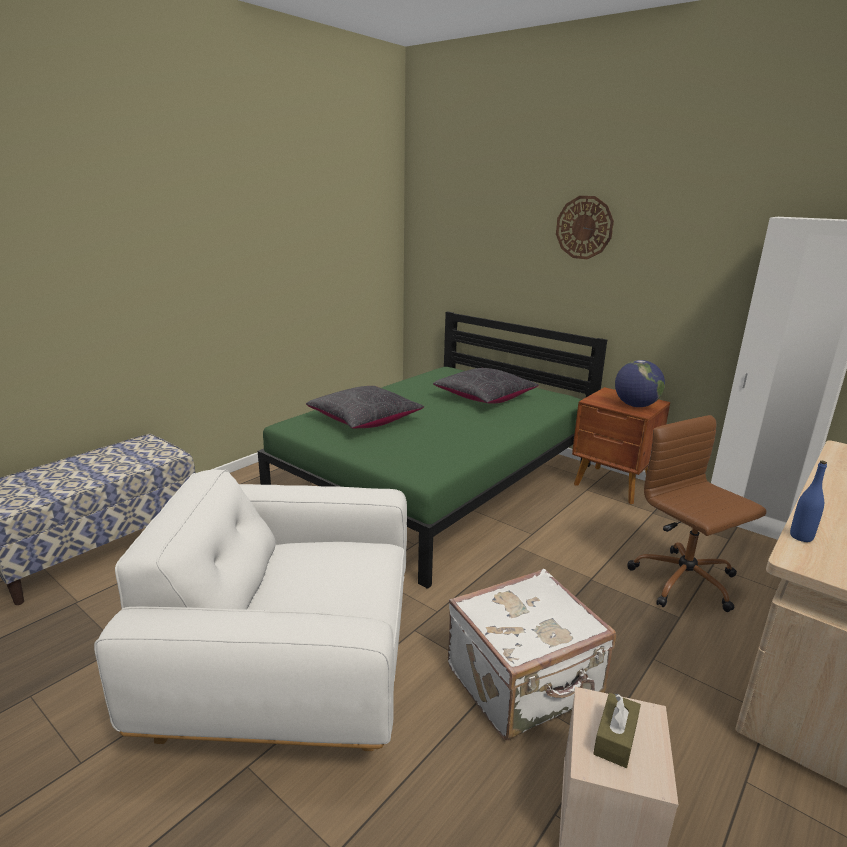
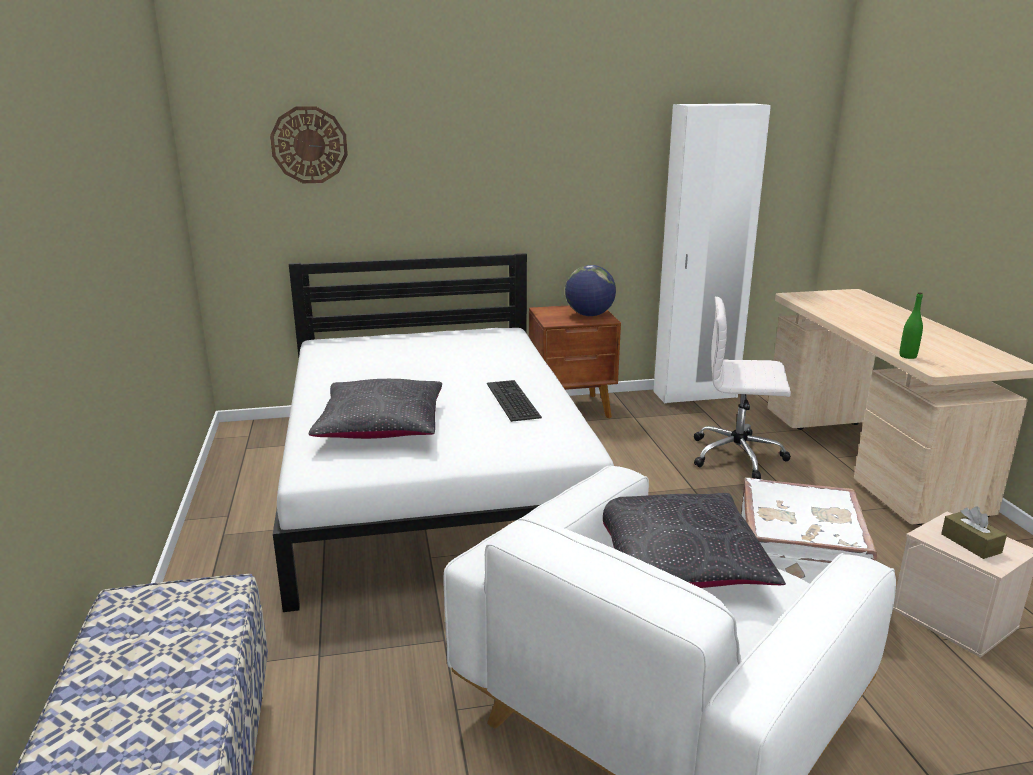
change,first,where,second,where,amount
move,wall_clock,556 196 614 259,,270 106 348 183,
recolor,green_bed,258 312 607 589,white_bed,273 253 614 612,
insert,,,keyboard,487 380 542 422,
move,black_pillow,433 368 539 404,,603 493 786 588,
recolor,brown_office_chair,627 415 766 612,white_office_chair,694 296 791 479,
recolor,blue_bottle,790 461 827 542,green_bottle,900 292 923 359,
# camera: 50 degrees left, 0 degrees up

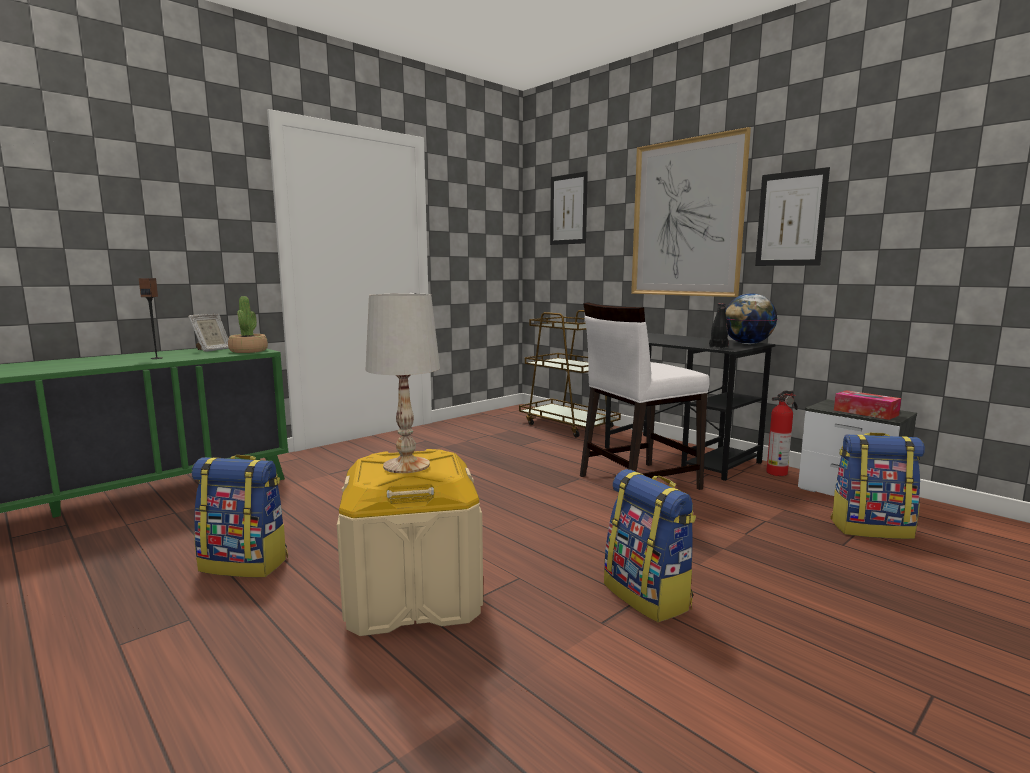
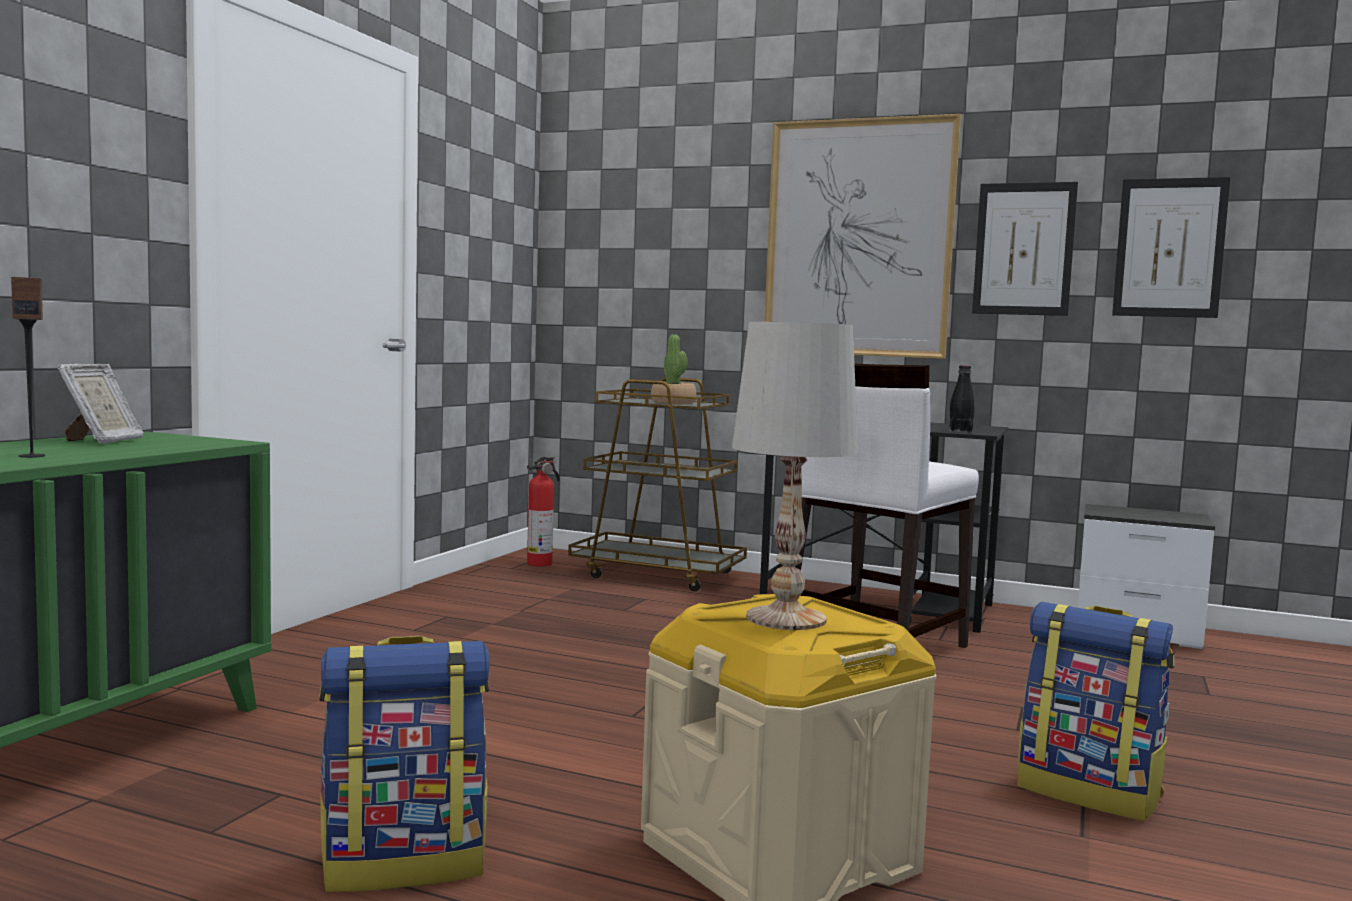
change,first,where,second,where,amount
move,fire_extinguisher,766 391 798 476,,527 457 560 567,
move,potted_plant,228 296 268 353,,651 334 696 404,
move,picture,550 171 588 245,,1112 177 1230 318,
delete,globe,725 293 777 344,,,
delete,backpack,831 432 925 539,,,
delete,tissue_box,834 390 901 420,,,
# camera: 25 degrees left, 5 degrees down

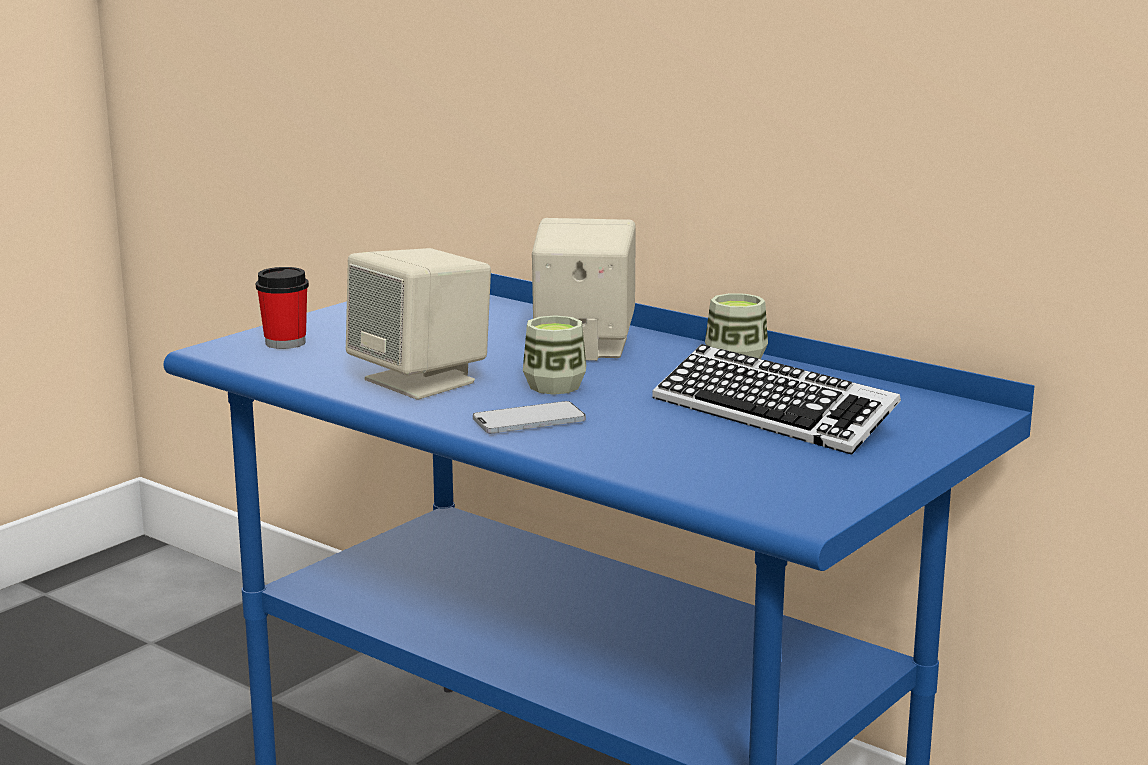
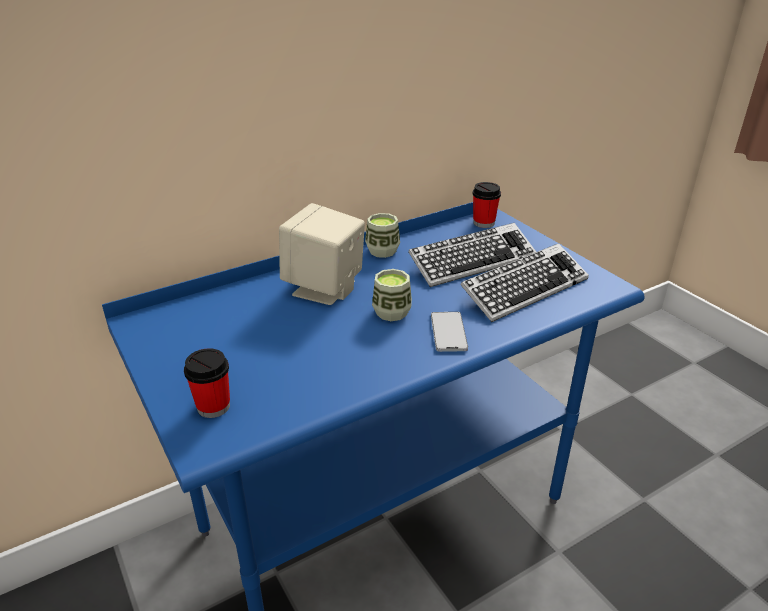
change,first,where,second,where,amount
insert,,,keyboard,461 243 589 322,
insert,,,cup,472 182 501 228,
delete,beige_speaker,346 248 491 399,,,
# camera: 70 degrees left, 15 degrees up

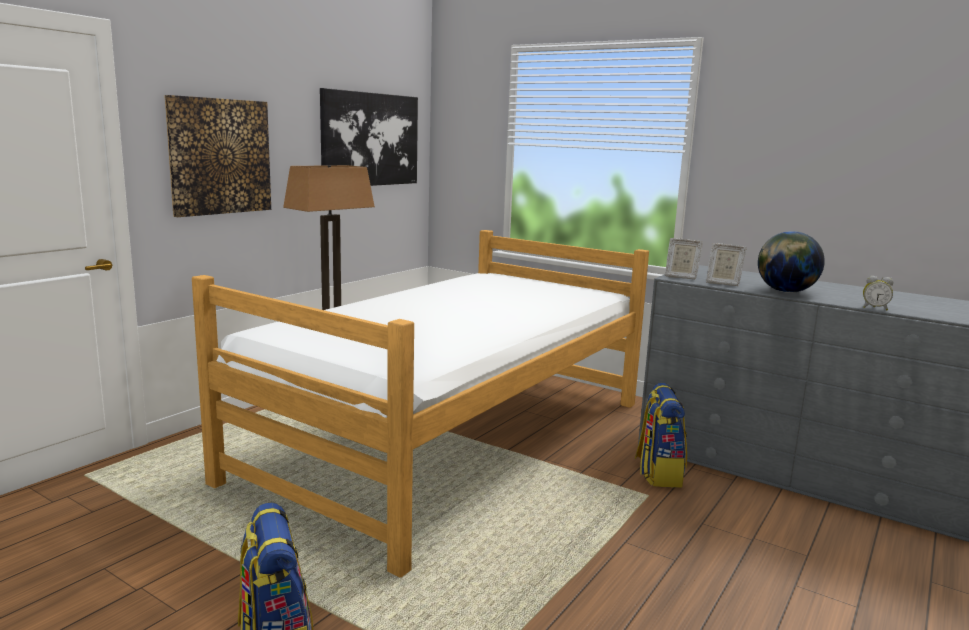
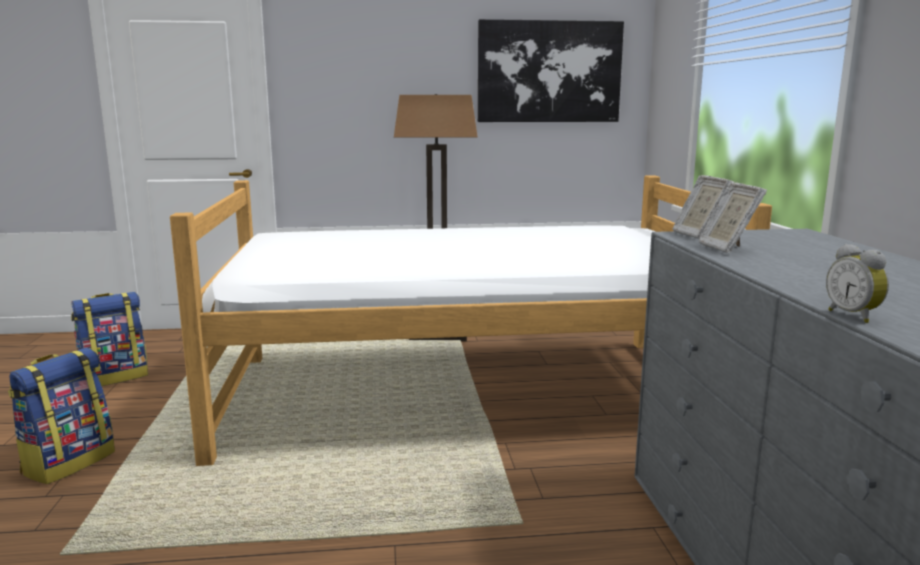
change,first,where,second,where,amount
move,backpack,635 383 687 488,,71 292 148 386,
delete,picture,164 95 271 217,,,
delete,globe,758 231 825 293,,,
# camera: 50 degrees right, 0 degrees up

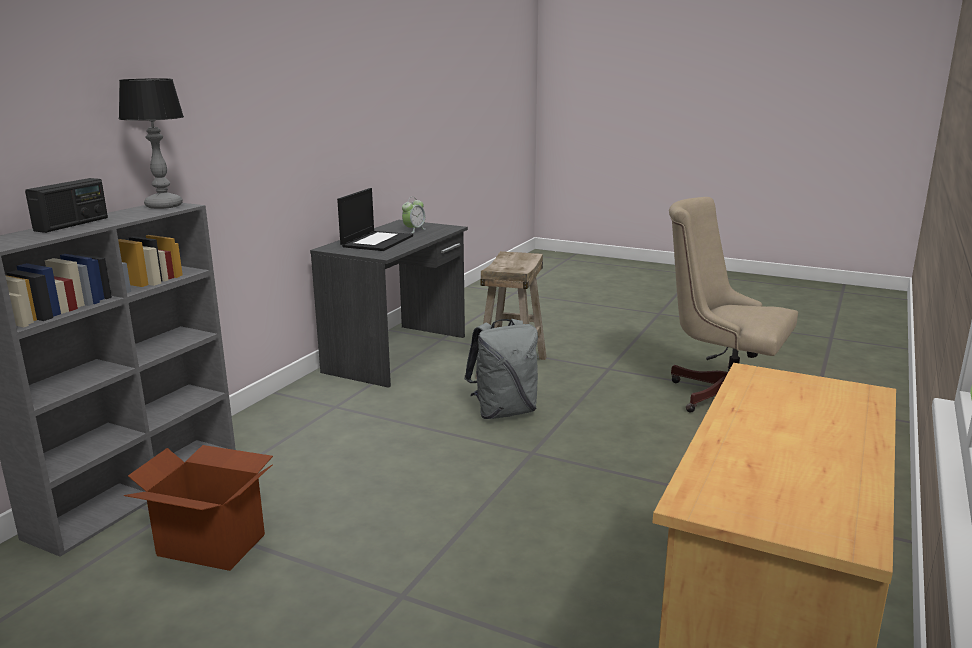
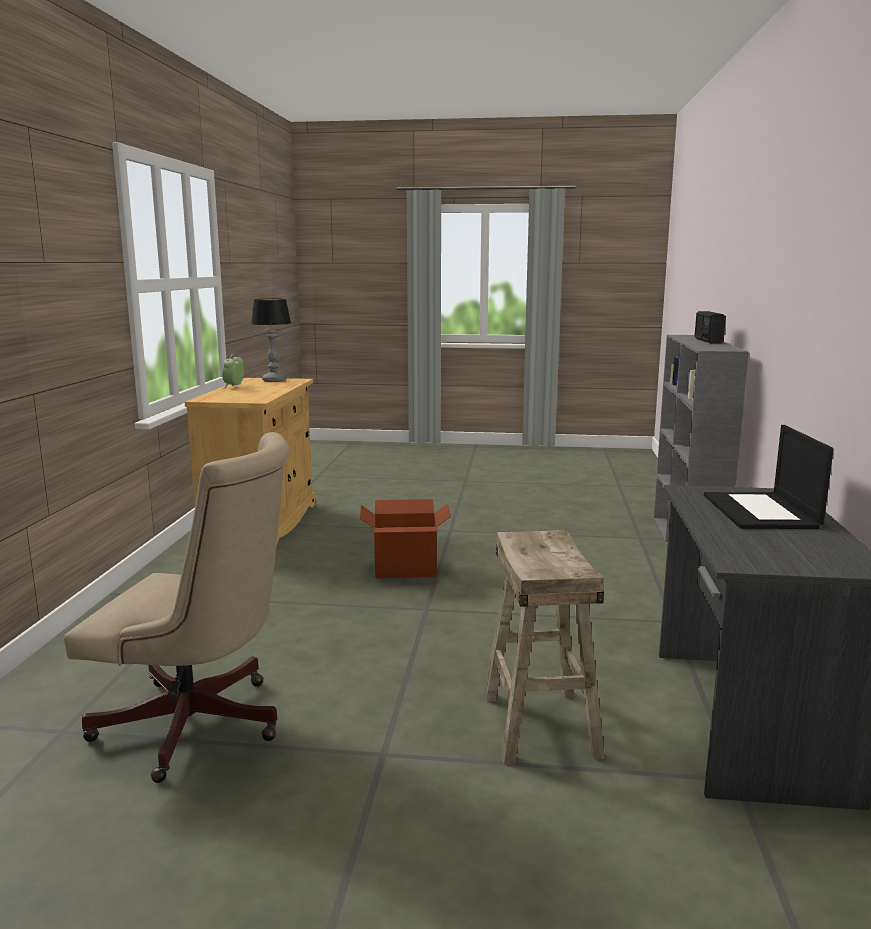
change,first,where,second,where,amount
move,alarm_clock,402 197 425 233,,222 353 244 389,
move,table_lamp,119 78 184 209,,251 299 291 382,
move,cardboard_box,124 445 273 571,,360 499 451 578,
delete,grey_backpack,464 319 538 419,,,
# camera: 160 degrees right, 5 degrees down

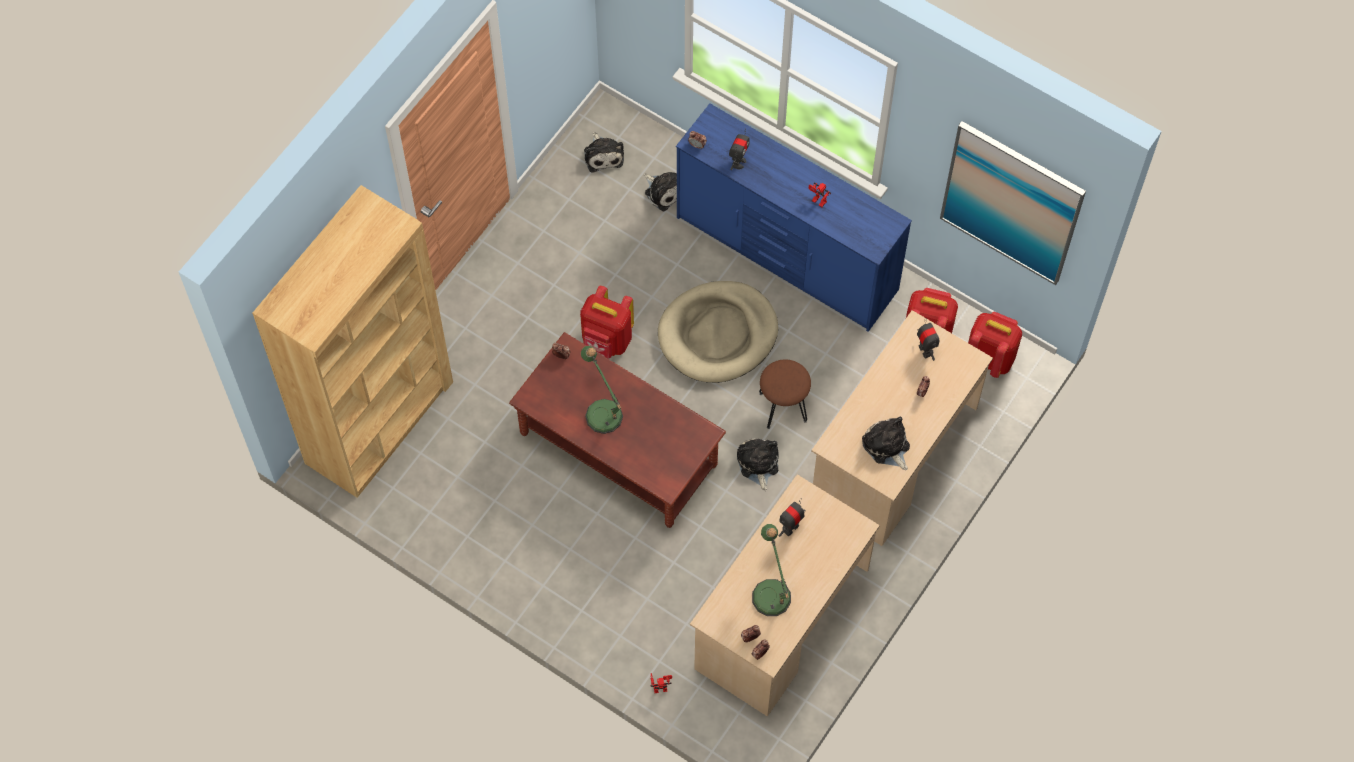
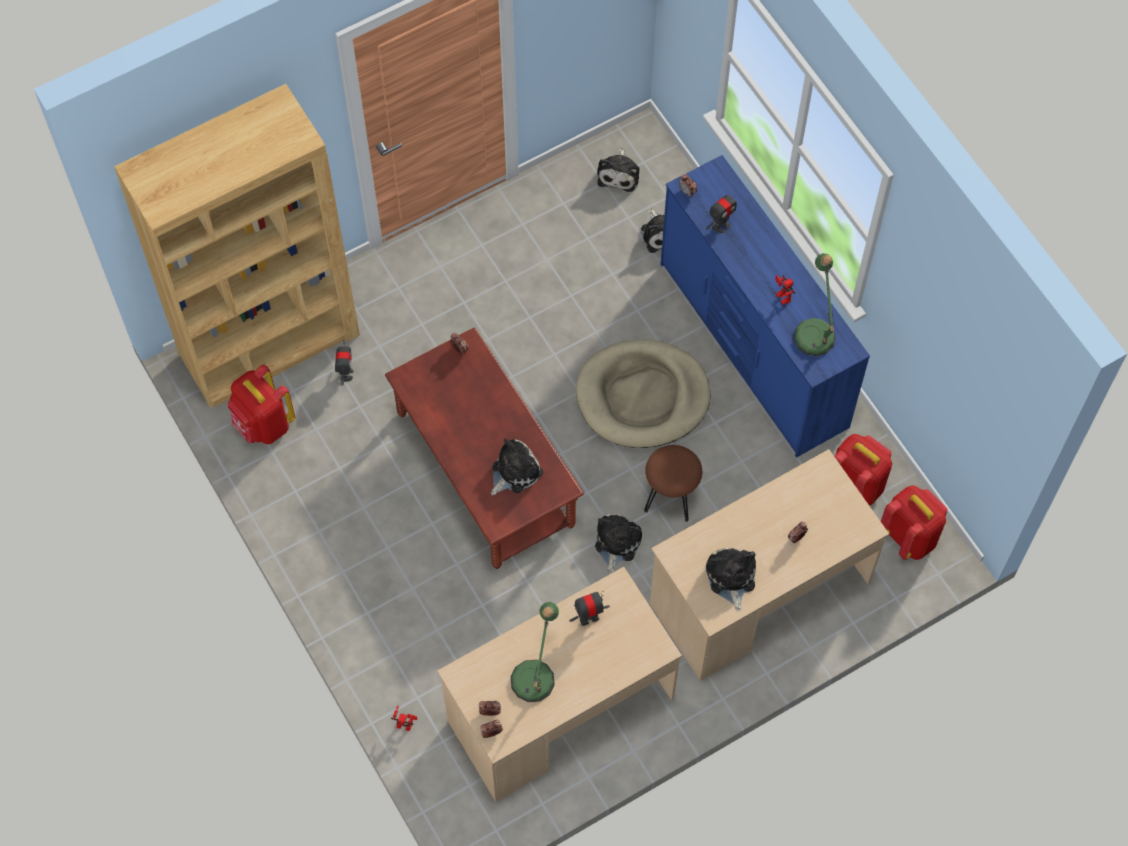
change,first,where,second,where,amount
move,red_backpack,580 286 634 359,,228 364 295 444,
move,toy_robot,917 320 939 361,,335 340 354 385,
insert,,,plush_toy,491 439 543 496,
move,table_lamp,581 346 623 434,,794 253 836 356,
delete,picture,940 121 1086 285,,,
# camera: 25 degrees right, 0 degrees up

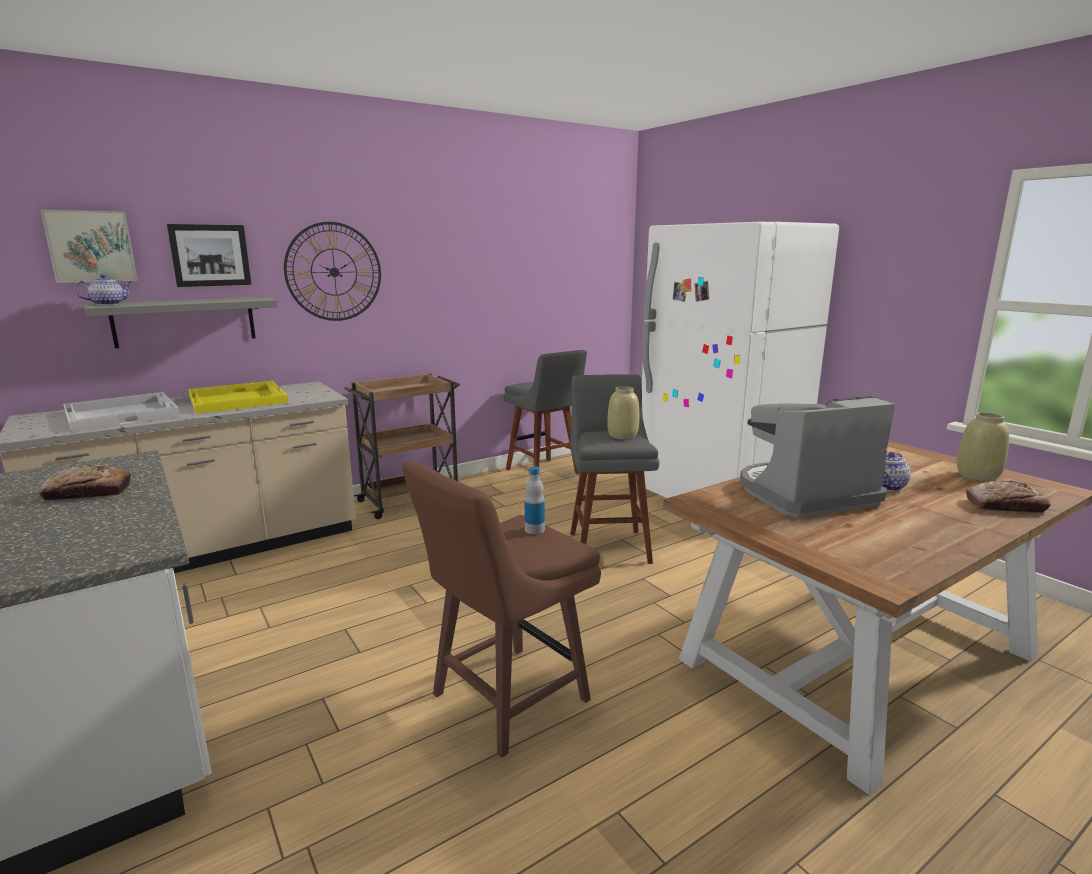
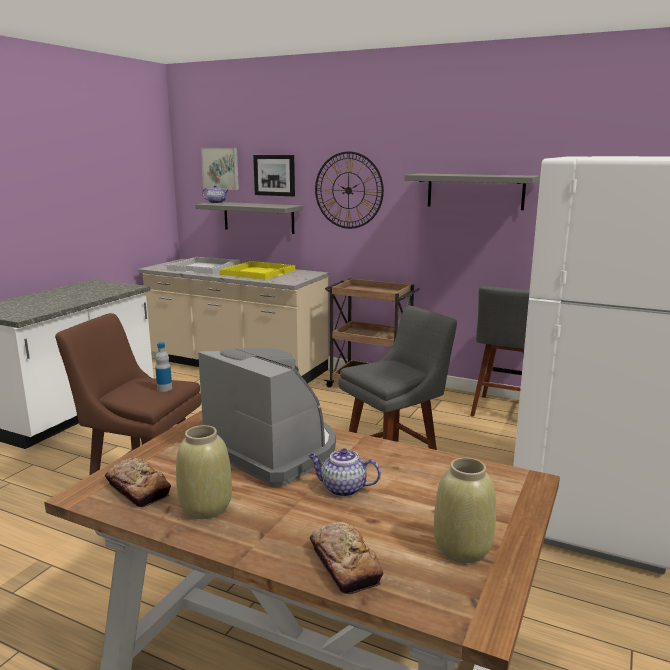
change,first,where,second,where,amount
move,bread,38 464 131 501,,105 458 171 507,
move,beige_vase,607 386 639 439,,176 425 232 519,
insert,,,grey_shelf,404 174 540 210,
# camera: 60 degrees right, 0 degrees up

